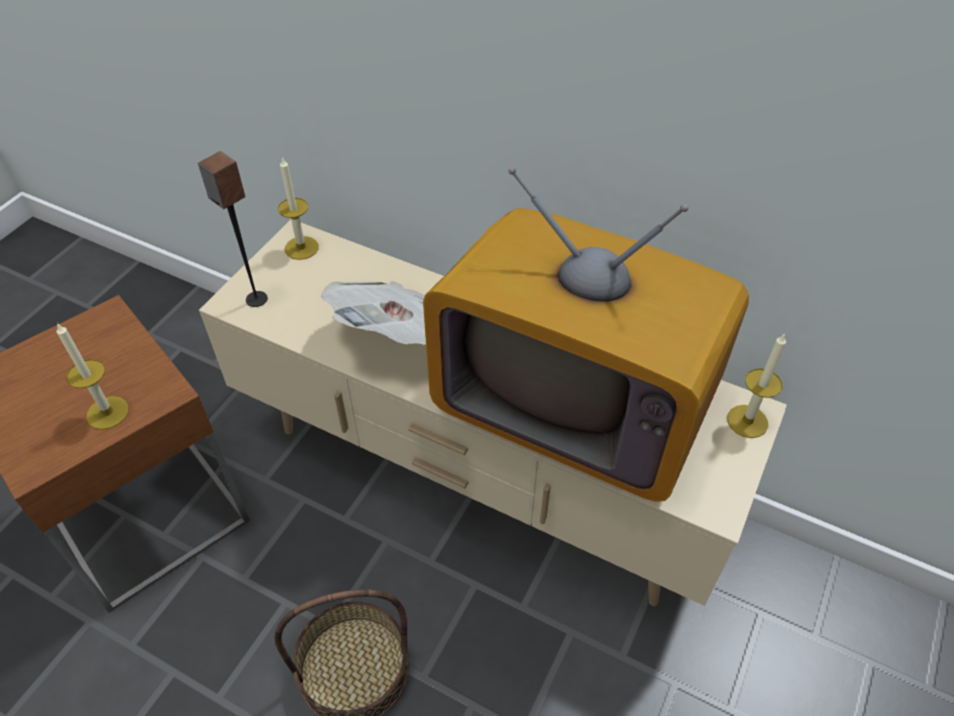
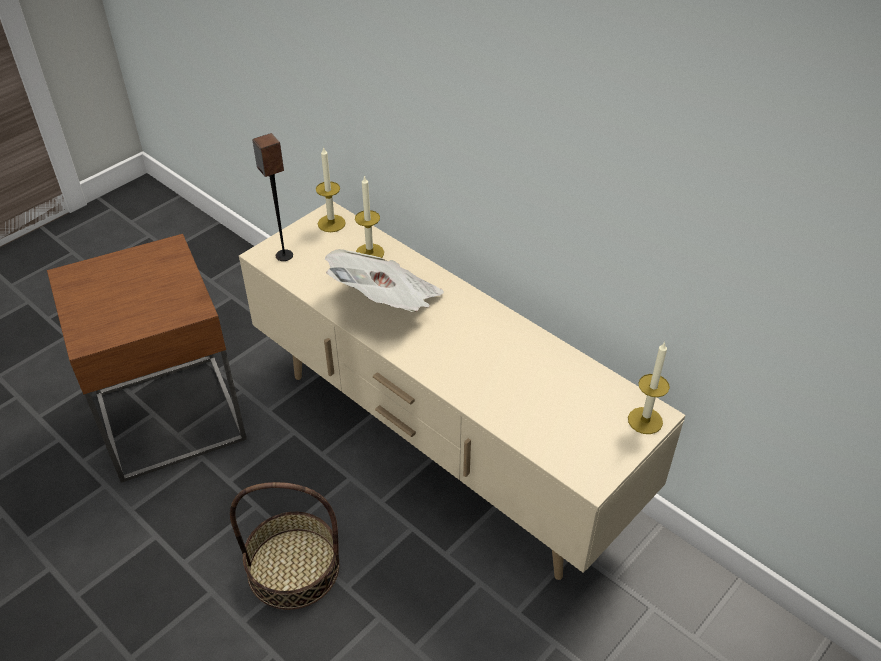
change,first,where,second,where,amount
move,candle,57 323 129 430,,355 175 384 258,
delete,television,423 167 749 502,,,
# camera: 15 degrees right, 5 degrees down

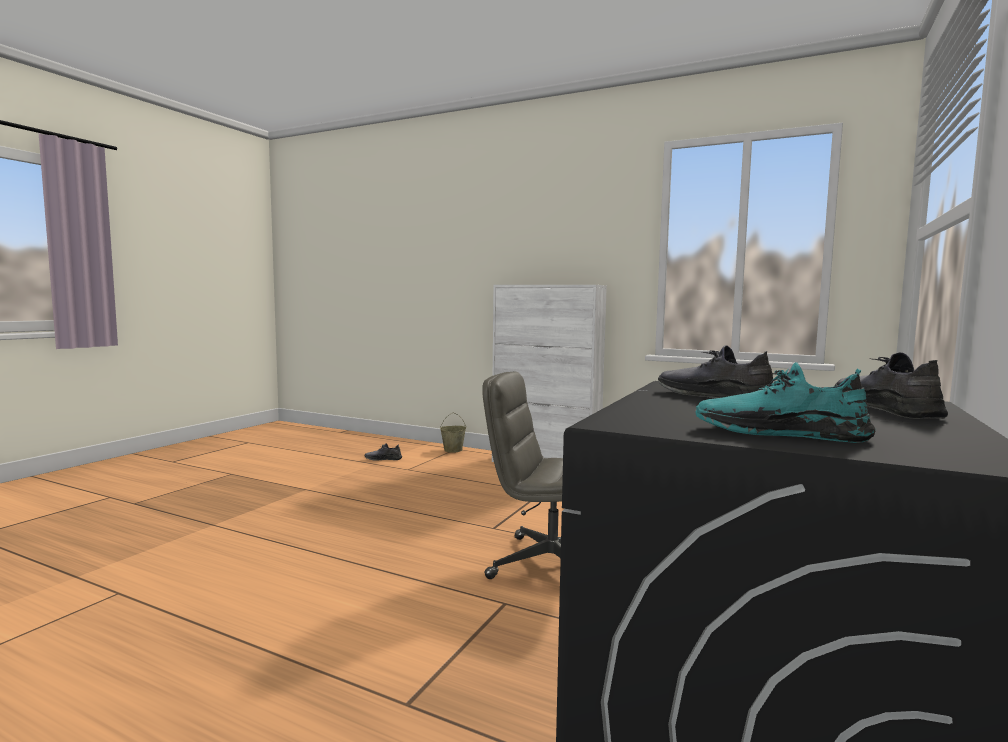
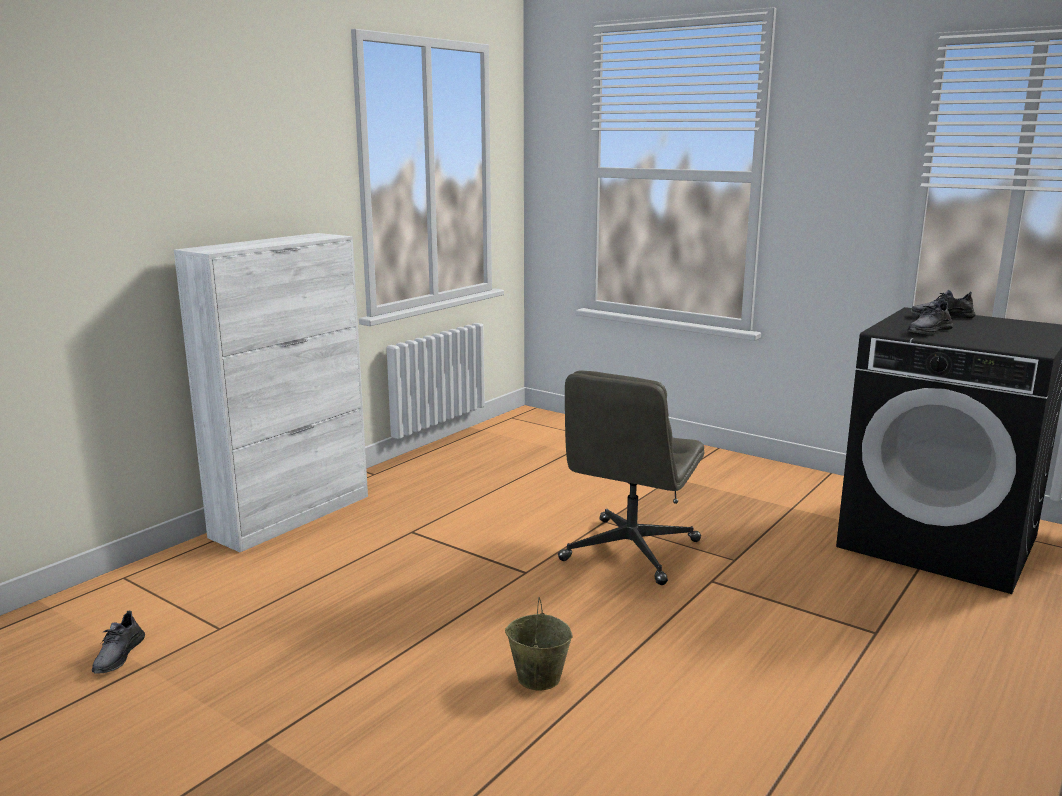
change,first,where,second,where,amount
move,beige_bucket,440 413 466 453,,505 597 573 691,
delete,turquoise_shoe,695 362 876 443,,,
# camera: 80 degrees left, 10 degrees up

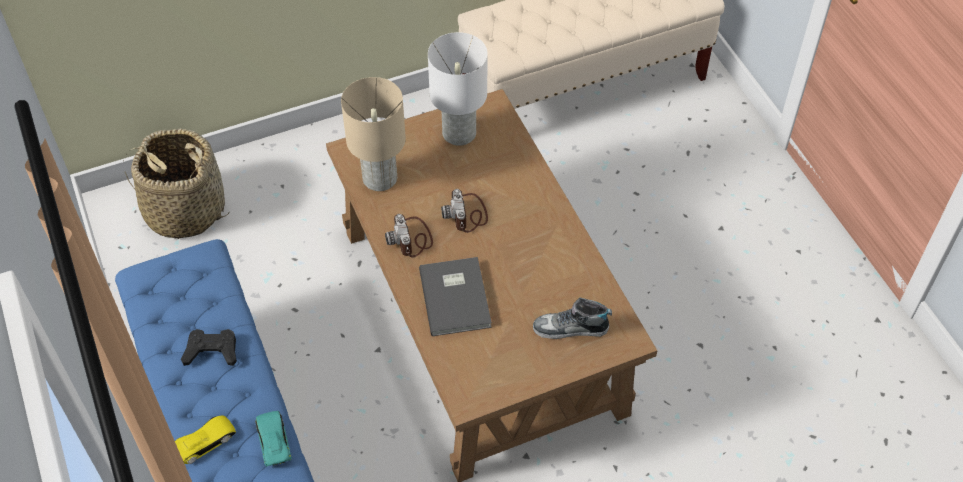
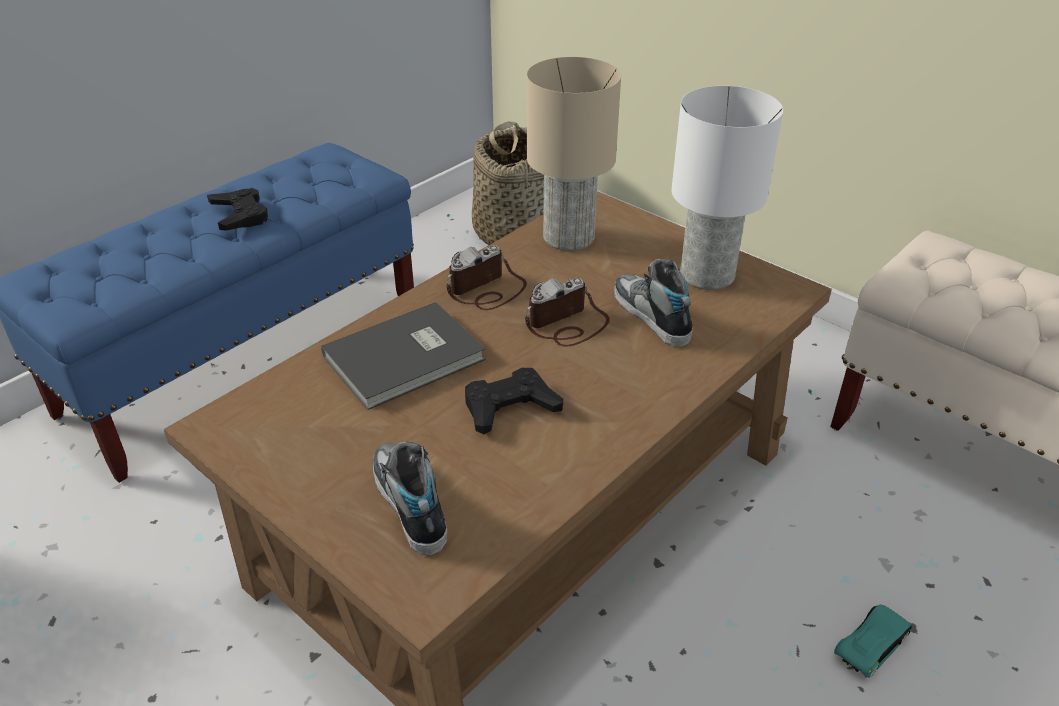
change,first,where,second,where,amount
insert,,,black_game_controller,465 368 563 435,
insert,,,shoe,614 258 693 347,
move,turquoise_toy_car,255 411 292 467,,834 604 912 678,
delete,yellow_toy_car,175 416 236 464,,,
# camera: 65 degrees right, 15 degrees down

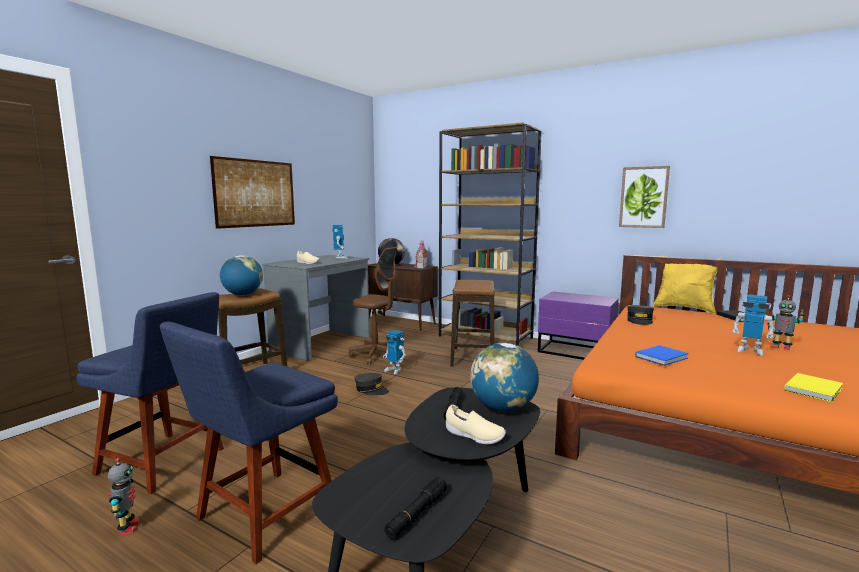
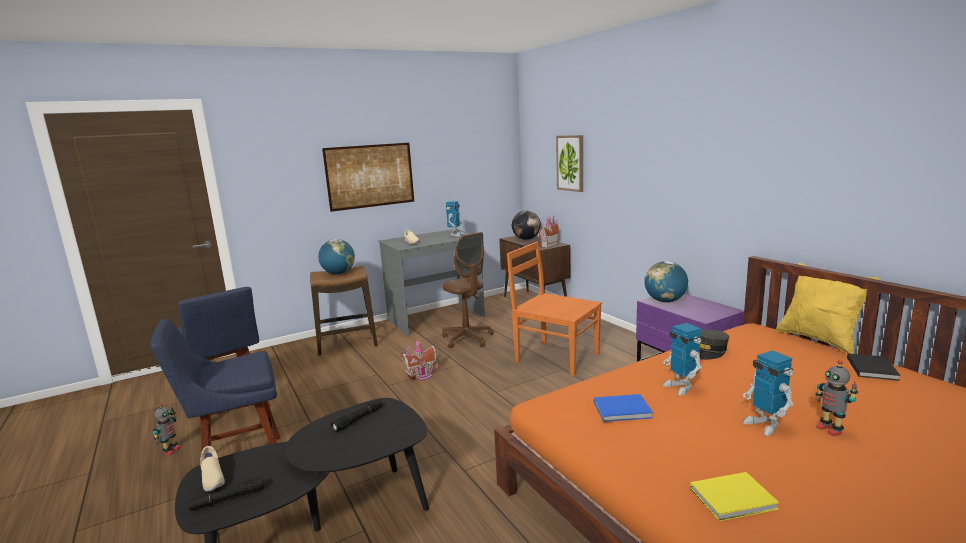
change,first,where,second,where,amount
move,beige_shoe,446 405 506 444,,200 446 225 491,
replace,grey_cap,354 373 389 395,toy_house,401 339 439 381,
replace,stool,450 280 495 367,orange_chair,507 242 602 376,
move,picture,619 166 670 228,,556 135 583 192,
move,globe,470 343 539 412,,644 261 688 303,
move,toy_robot,383 330 406 374,,663 323 702 396,
delete,brown_bookcase,439 122 542 346,,,
# camera: 30 degrees right, 5 degrees up

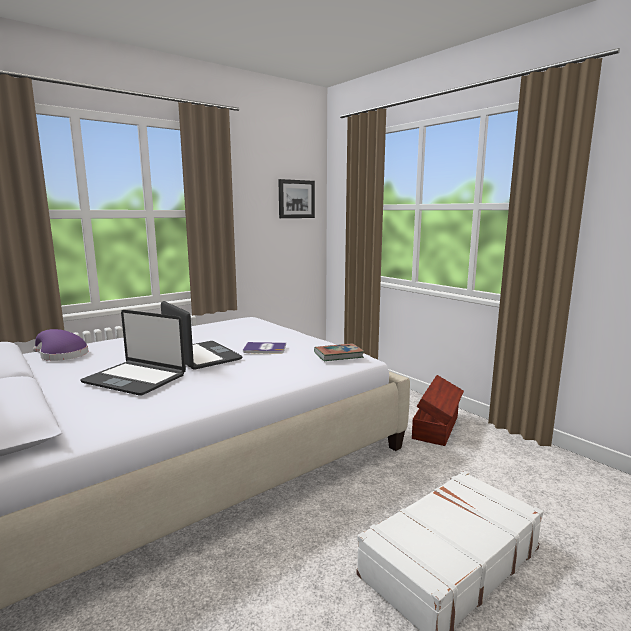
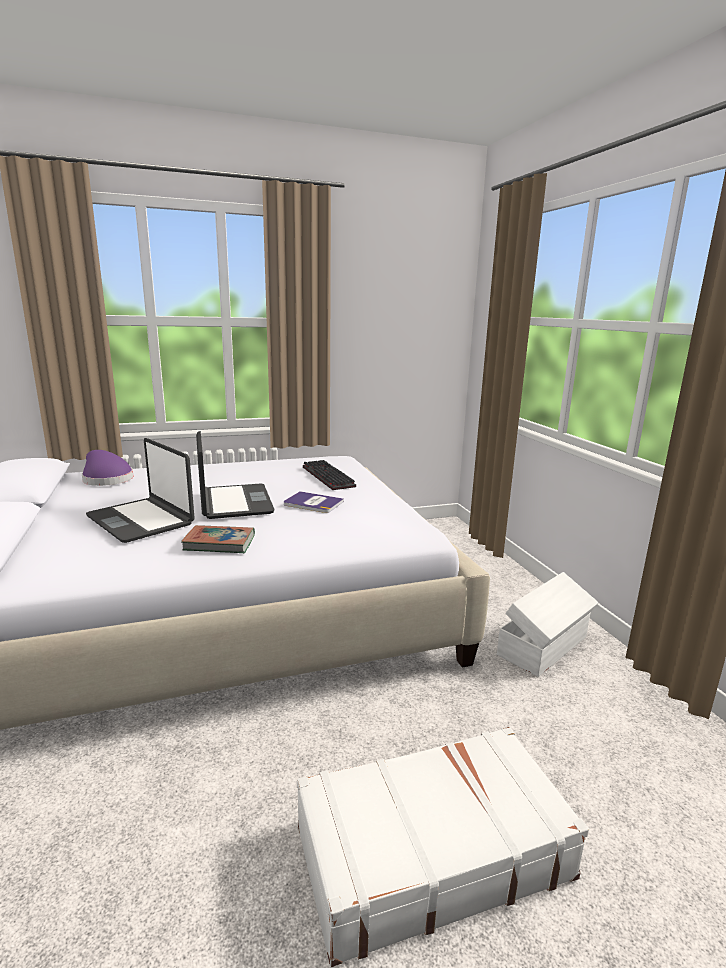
change,first,where,second,where,amount
move,book,314 343 364 361,,181 525 255 553,
insert,,,keyboard,303 460 356 490,
recolor,brown_storage_box,412 375 464 446,white_storage_box,497 572 599 677,
delete,picture,278 179 315 218,,,
# camera: 20 degrees right, 5 degrees up

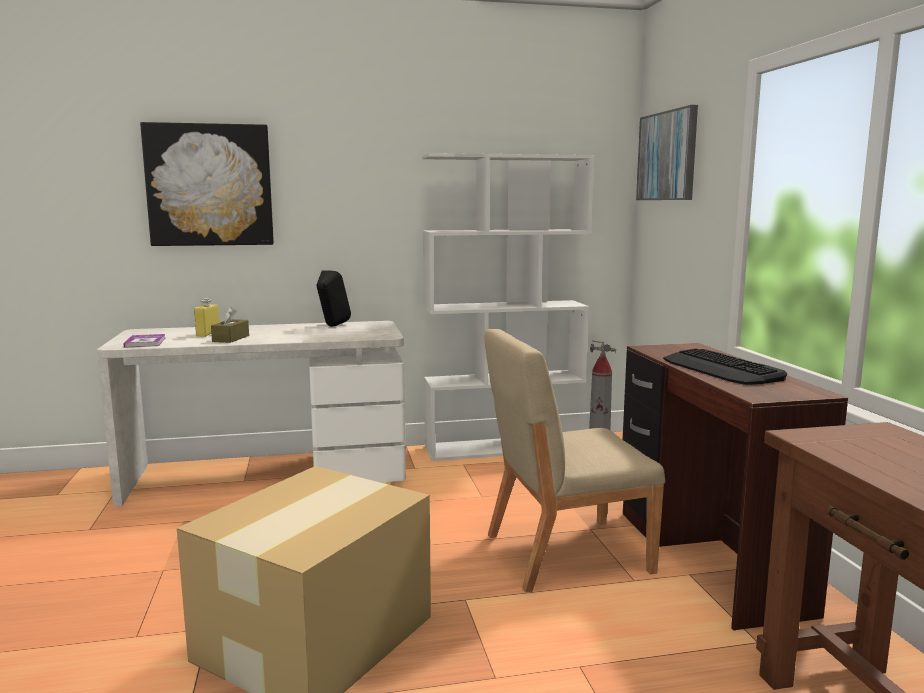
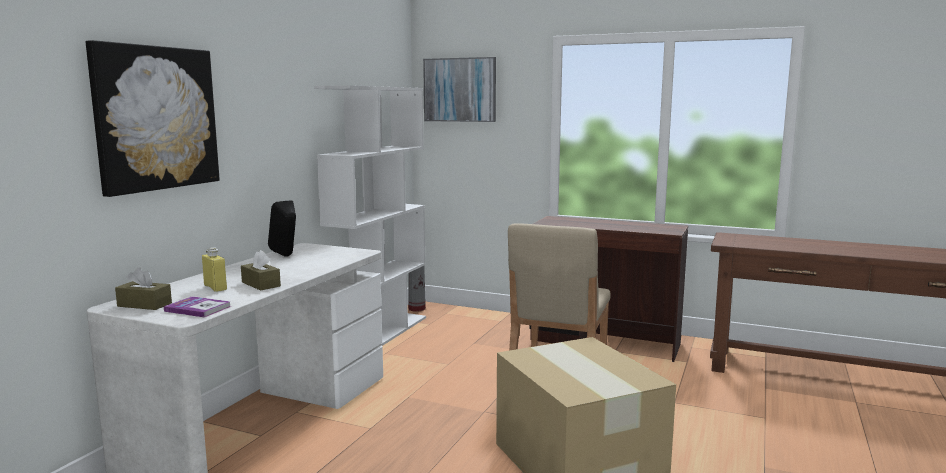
change,first,where,second,where,amount
insert,,,brown_tissue_box,115 267 172 310,
delete,keyboard,663 348 787 385,,,
# camera: 55 degrees left, 0 degrees up

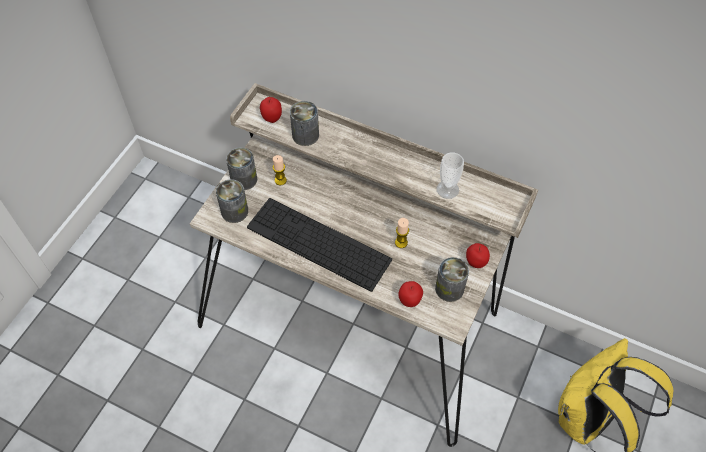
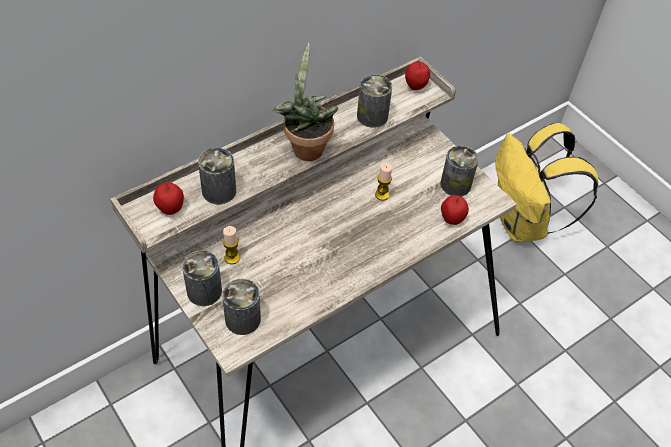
change,first,where,second,where,amount
insert,,,potted_plant,272 43 338 161,
replace,cup,437 152 464 199,can,357 75 392 128,
move,apple,466 243 490 268,,405 61 430 90,
delete,keyboard,247 198 392 292,,,
# camera: 65 degrees left, 5 degrees down

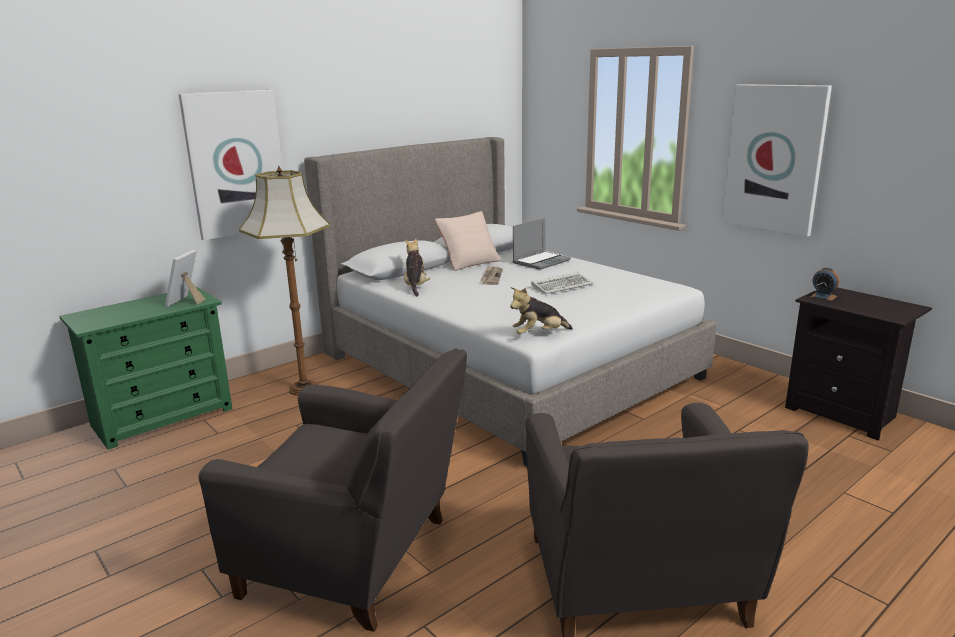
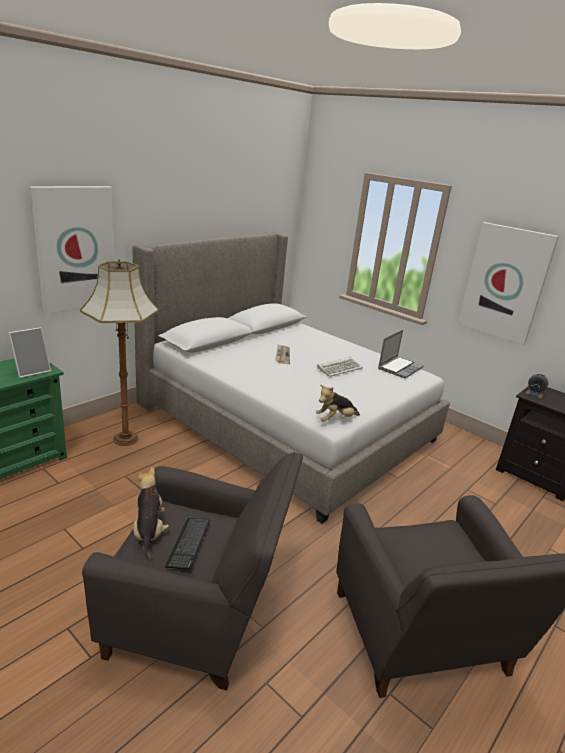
change,first,where,second,where,amount
rotate,picture_frame,165 250 206 307,,8 327 51 378,135 degrees counterclockwise
move,plush_toy,404 239 430 297,,133 467 169 563,
insert,,,keyboard,165 518 210 570,
move,laptop,513 218 571 270,,378 330 424 379,
delete,beige_pillow,435 211 501 271,,,
# camera: 10 degrees left, 5 degrees up

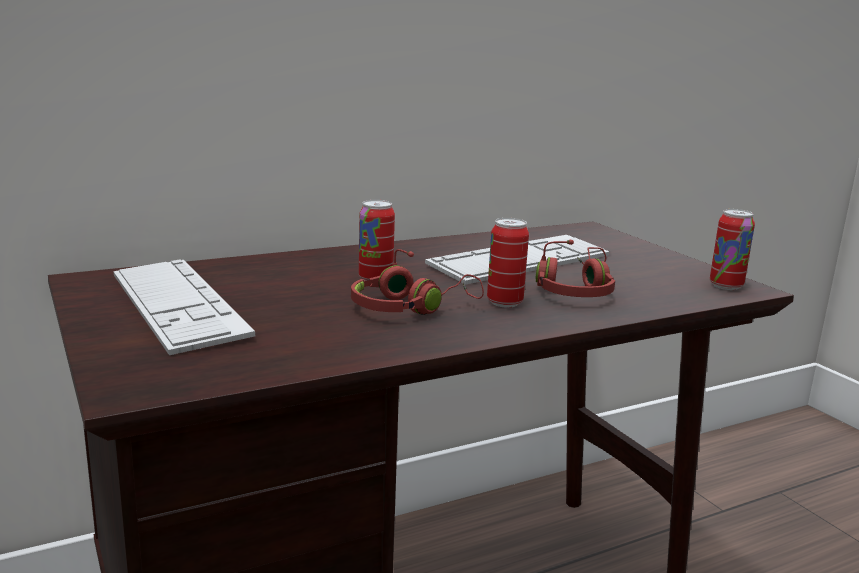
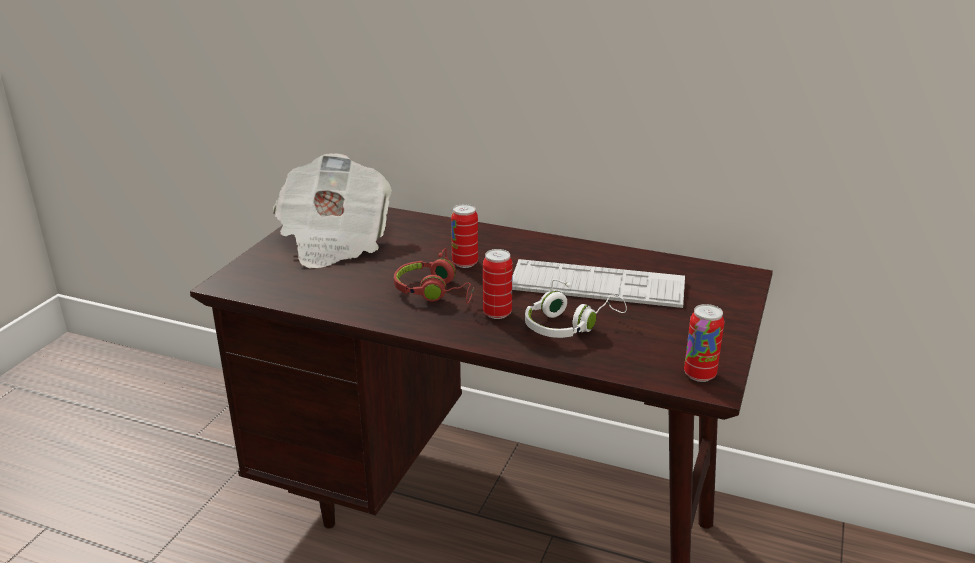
change,first,where,second,where,amount
replace,keyboard,113 260 255 355,newspaper,273 153 392 268,
recolor,red_headphones,536 240 615 297,white_headphones,525 279 627 338,
# camera: 50 degrees right, 10 degrees up

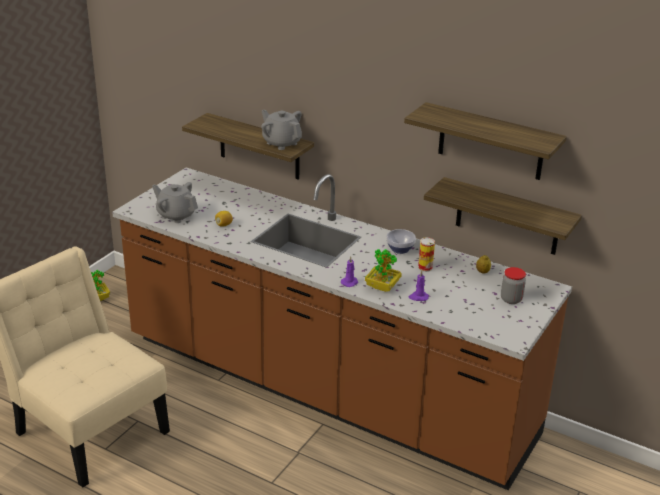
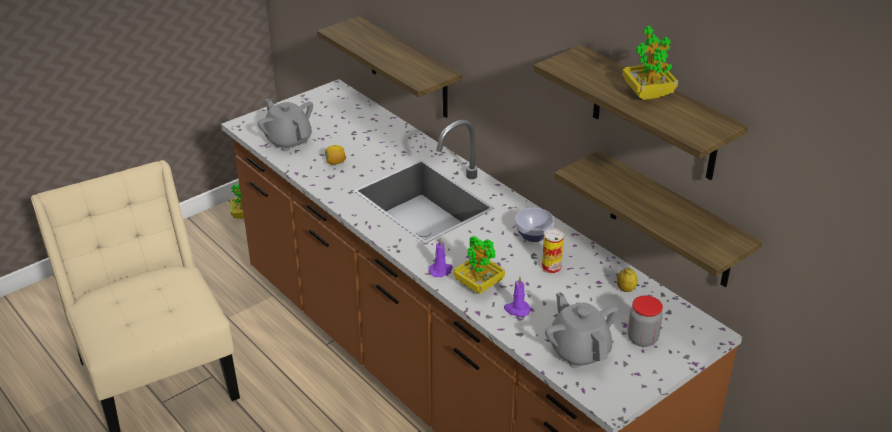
change,first,where,second,where,amount
move,grey_teapot,261 110 302 150,,545 292 618 368,
insert,,,potted_plant,622 26 678 100,
# camera: 20 degrees right, 5 degrees up

